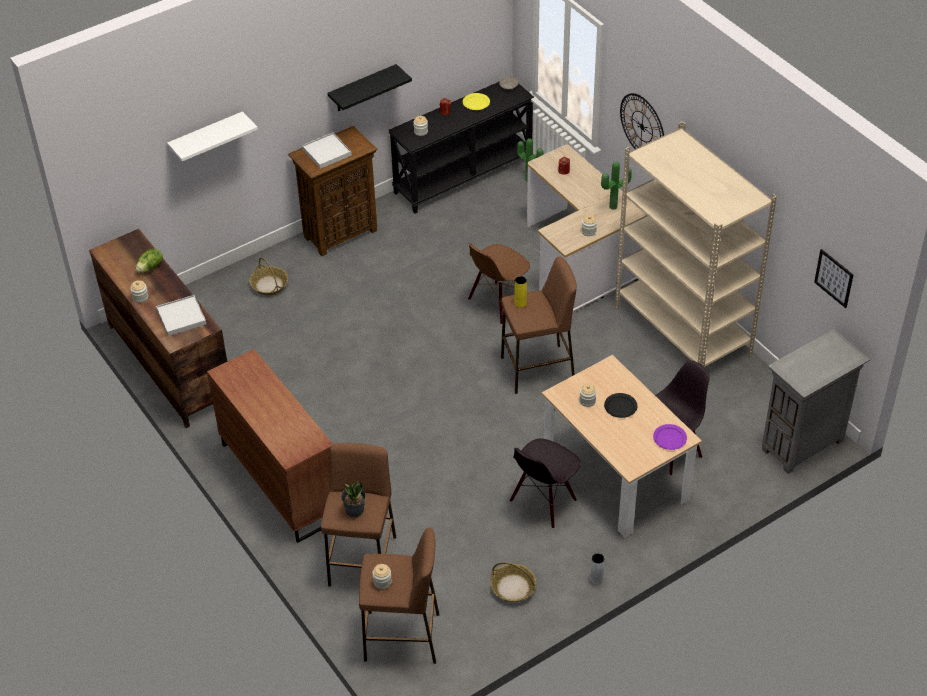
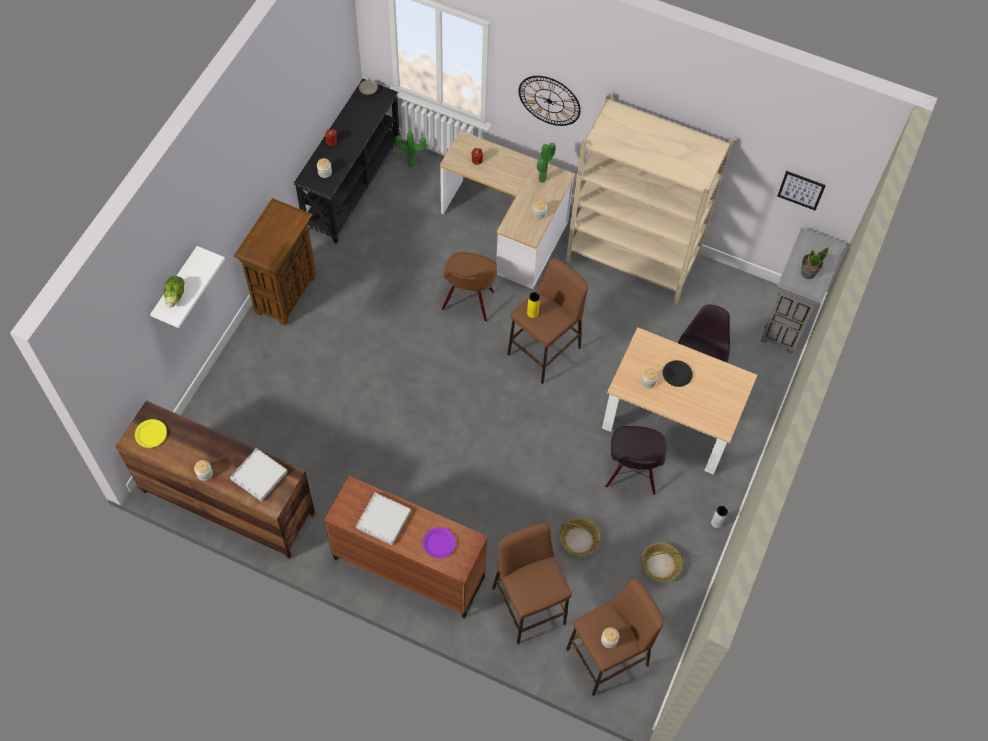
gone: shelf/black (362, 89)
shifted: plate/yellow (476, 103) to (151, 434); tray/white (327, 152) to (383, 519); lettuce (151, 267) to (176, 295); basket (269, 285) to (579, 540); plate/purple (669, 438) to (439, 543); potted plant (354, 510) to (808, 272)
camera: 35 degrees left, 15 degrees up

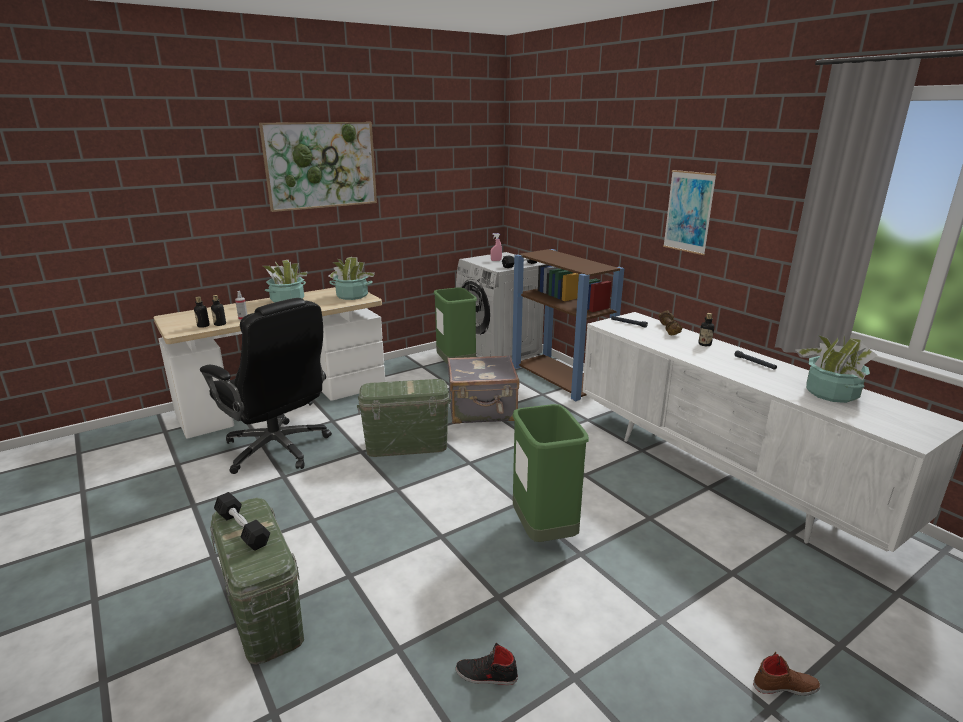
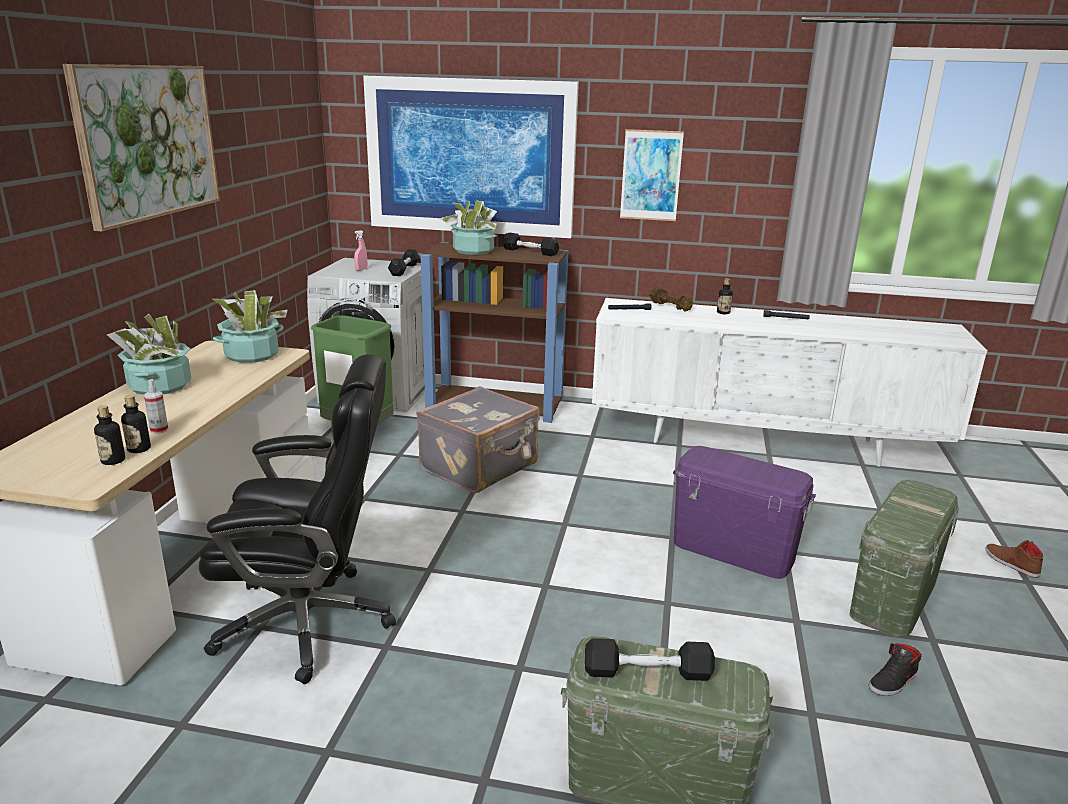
new: picture (470, 157); dumbbell/black (530, 252)
shifted: potted plant (831, 393) to (473, 251); storage box/green (407, 445) to (893, 597)
swapped: trash can/green (543, 532) to storage box/purple (732, 550)
rotated: shoe/brown (785, 686) = (1011, 563) 75 degrees counterclockwise
camera: 45 degrees left, 0 degrees up

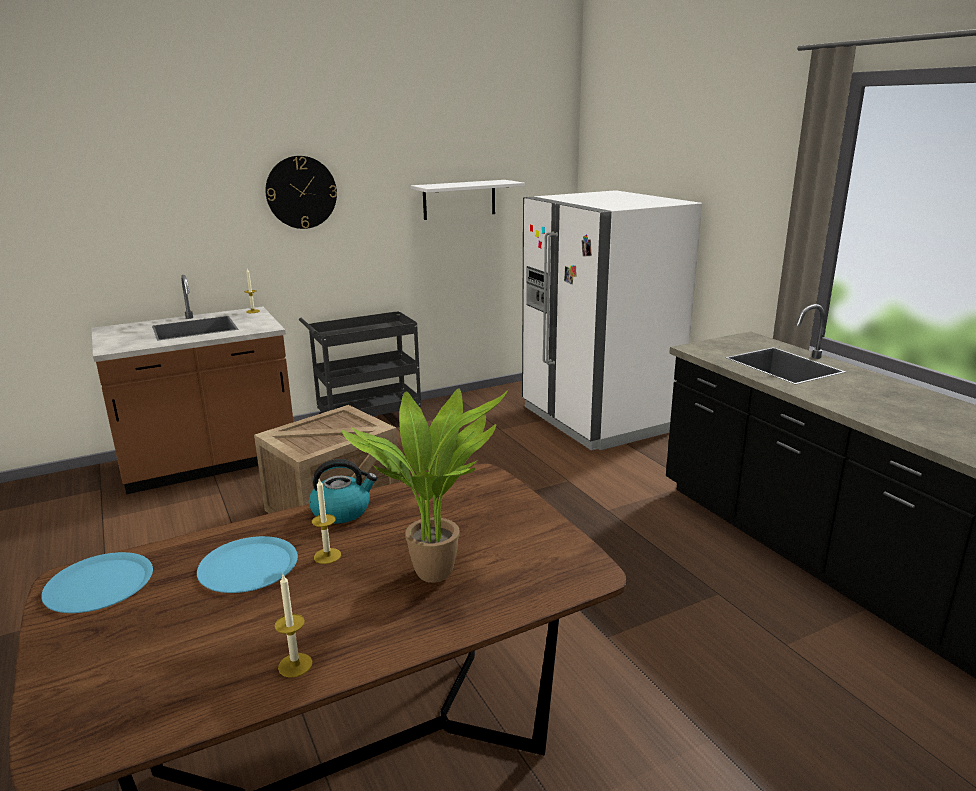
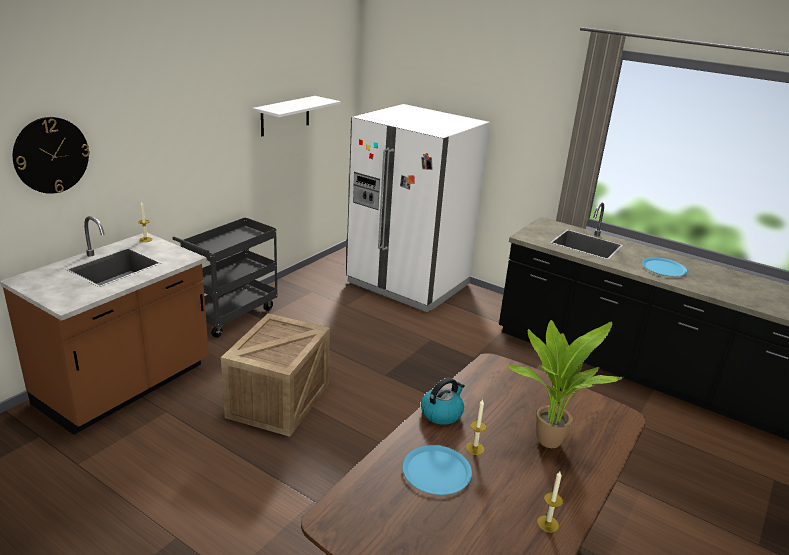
shifted: wall clock (301, 192) to (51, 155); plate/blue (99, 584) to (664, 268)
camera: 30 degrees left, 5 degrees up

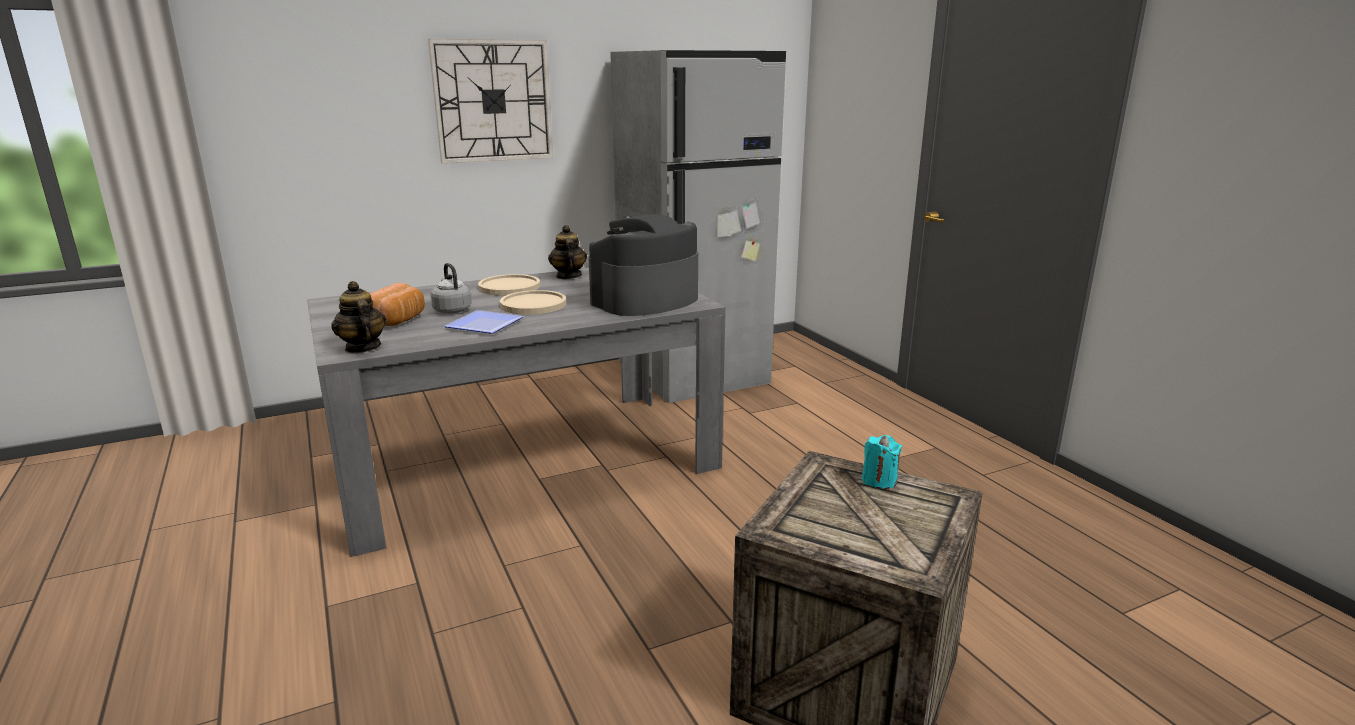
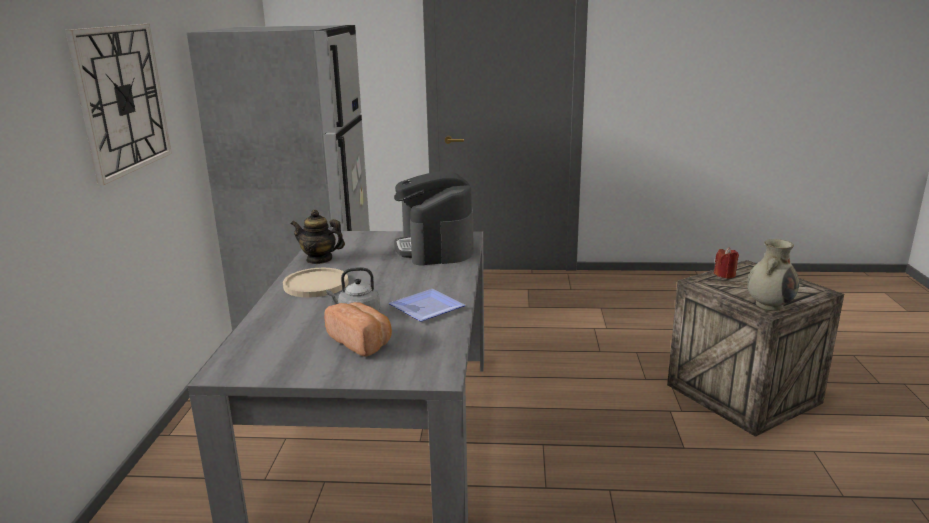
gone: teapot (362, 348); plate/beige (533, 304)
new: vase/beige (769, 305)
repainted: candle/turquoise (879, 480) to candle/red (725, 275)
camera: 60 degrees left, 0 degrees up

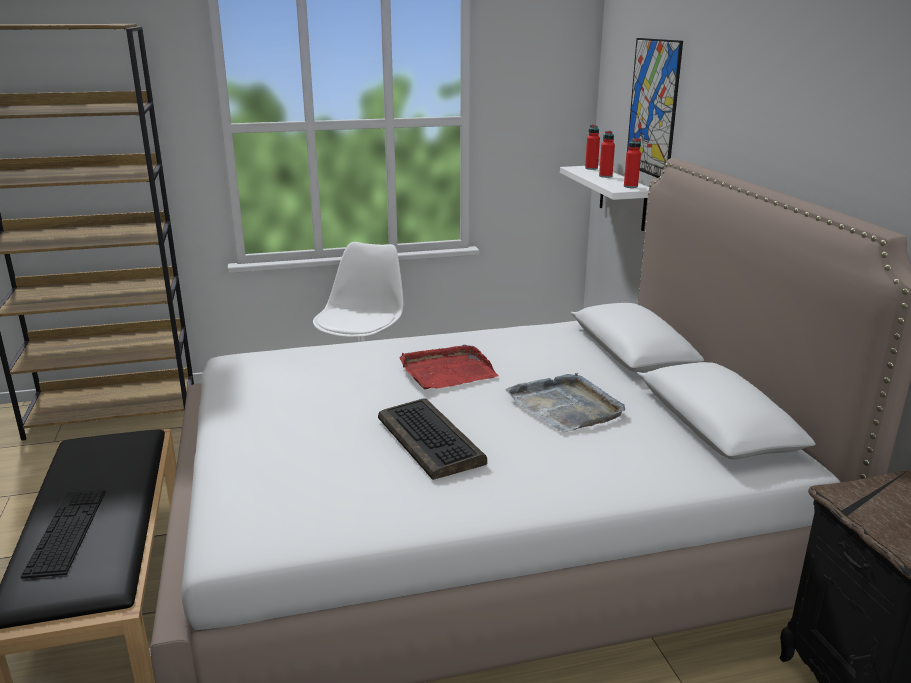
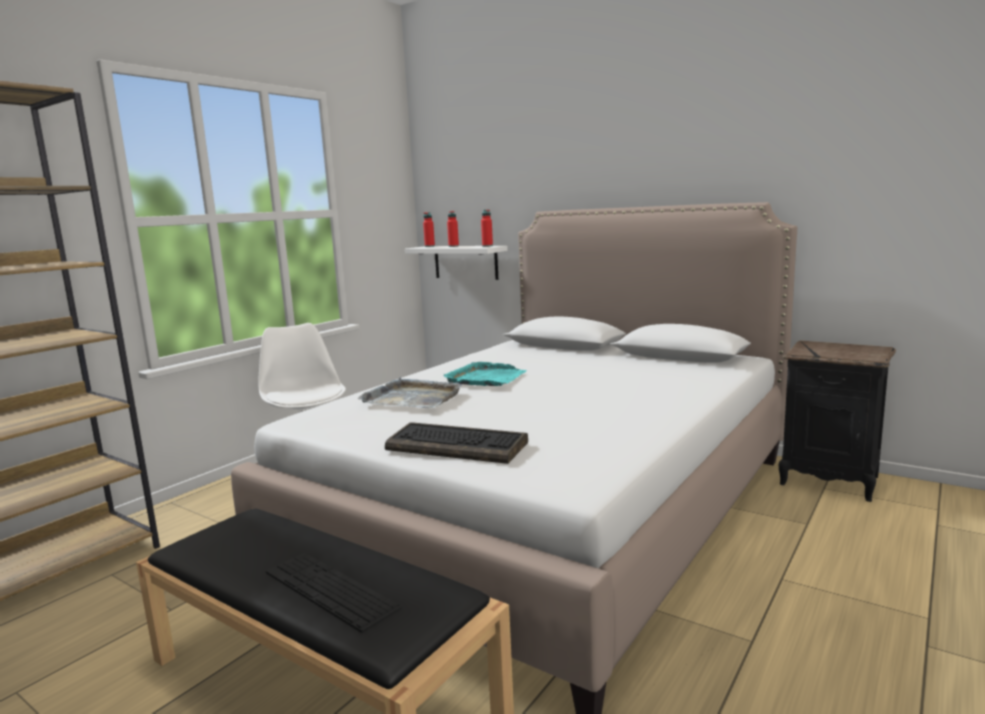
gone: picture (653, 108)
shifted: tray/grey (566, 406) to (412, 398); keyboard (431, 441) to (458, 446)
repainted: tray/red (447, 371) to tray/turquoise (486, 378)
camera: 40 degrees left, 10 degrees down

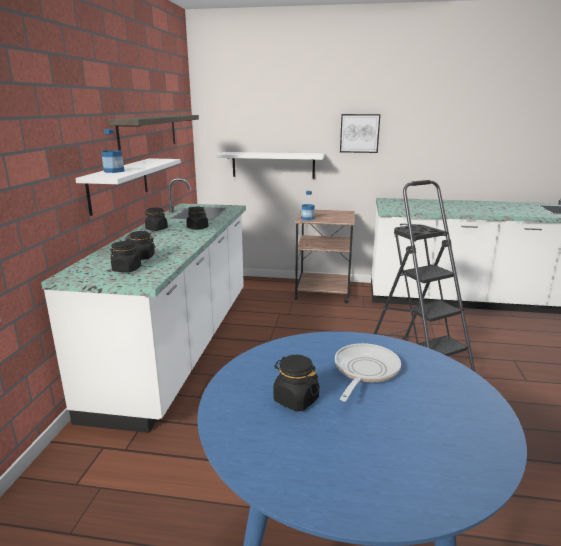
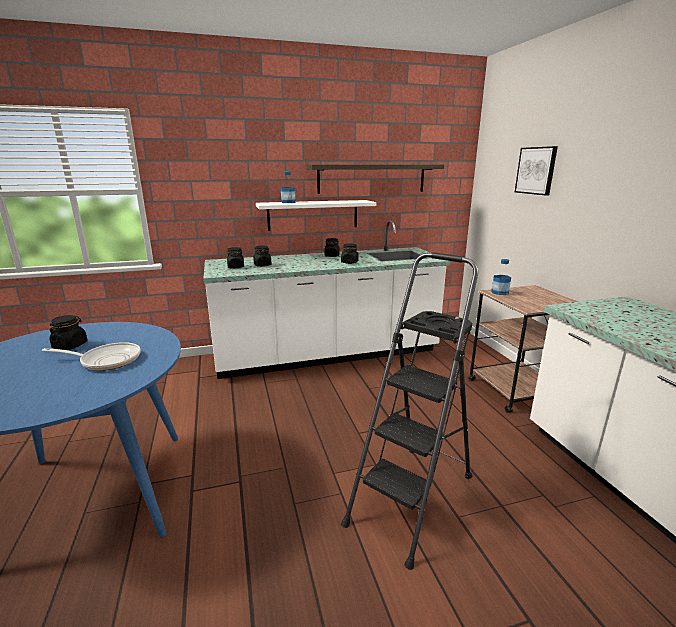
gone: shelf/white (273, 165)
shifted: picture (359, 133) to (536, 170)
camera: 65 degrees right, 0 degrees up

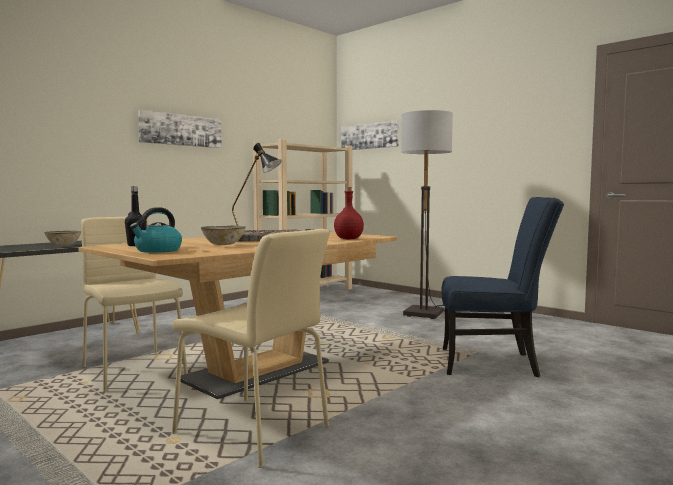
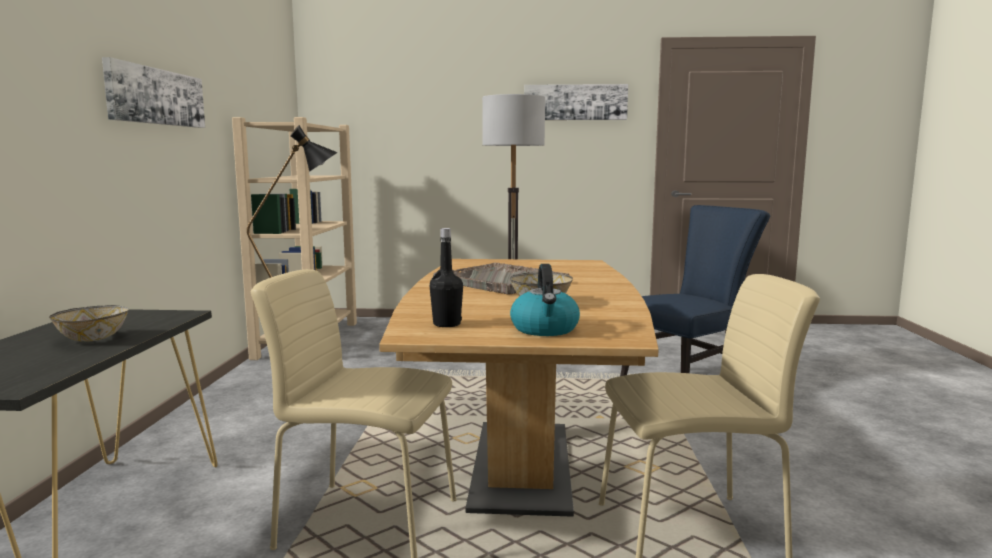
gone: bottle/red (348, 239)
shifted: picture (369, 136) to (575, 102)
camera: 40 degrees left, 5 degrees up

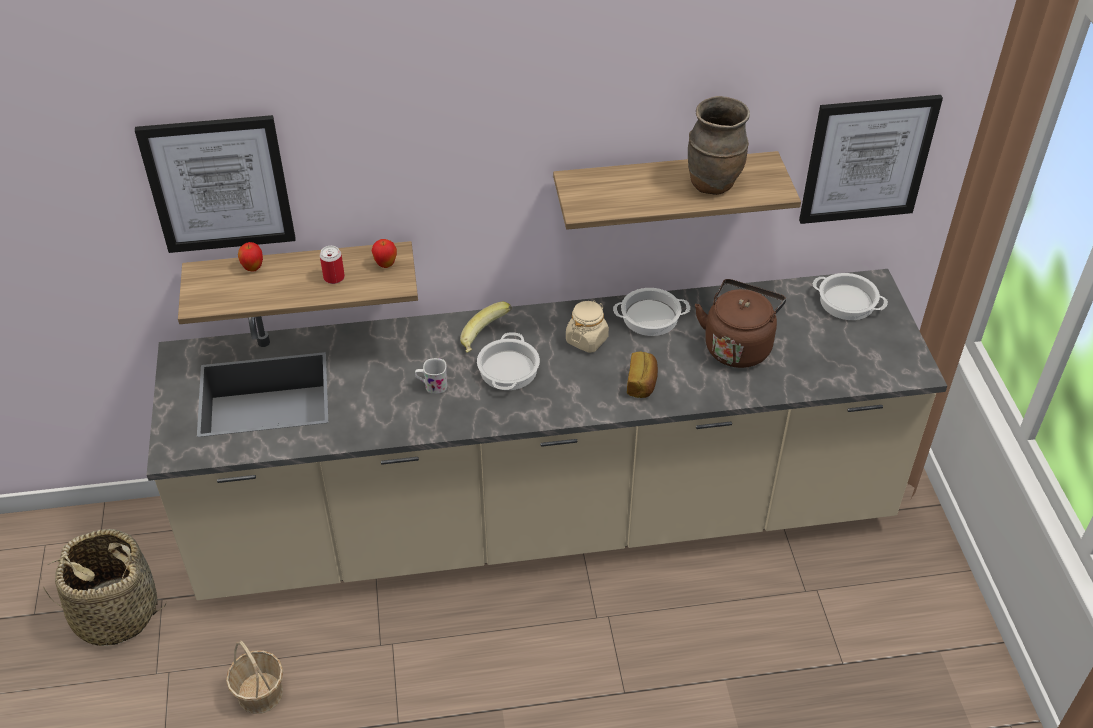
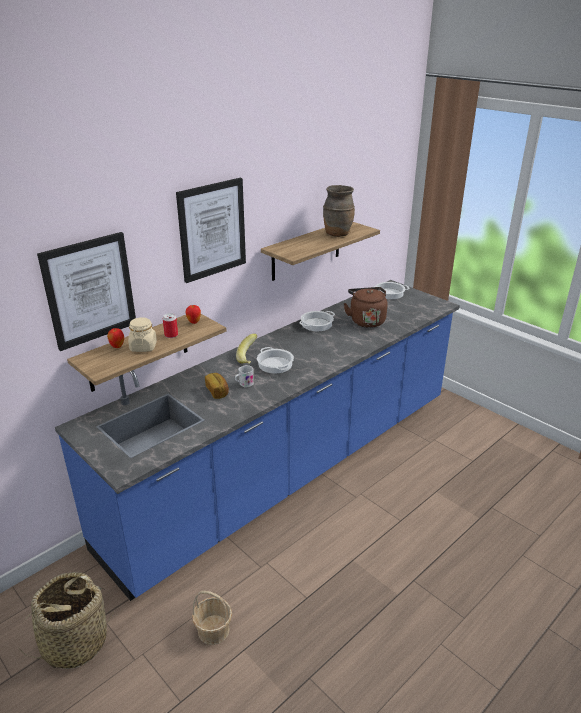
shifted: picture (867, 159) to (212, 229); jar/beige (587, 339) to (143, 347); bread (642, 383) to (218, 391)
repainted: counter/beige (546, 518) to counter/blue (290, 468)
camera: 35 degrees left, 15 degrees down

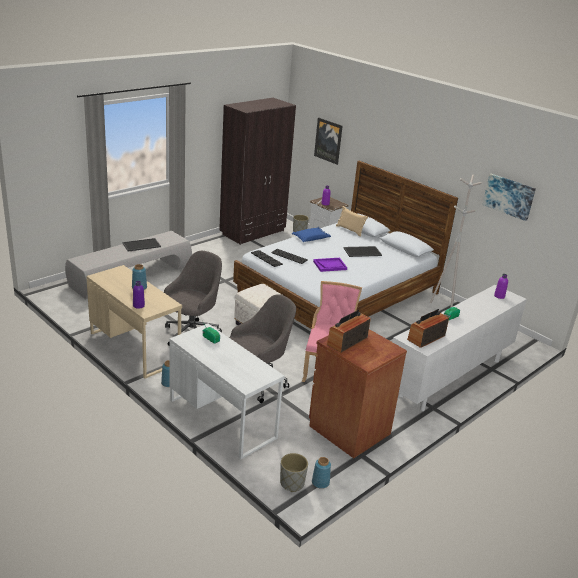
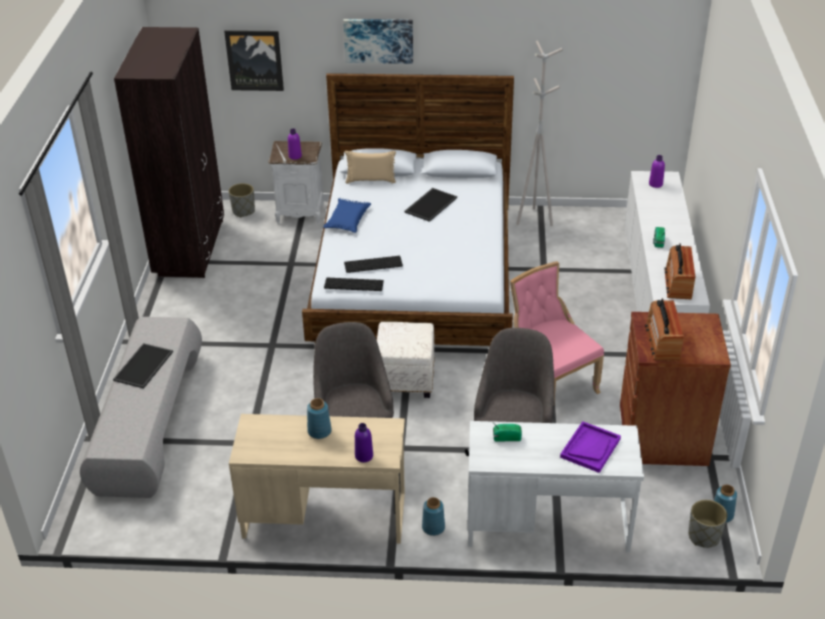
shifted: picture (509, 196) to (378, 40); tray/purple (330, 265) to (590, 448)
camera: 40 degrees left, 10 degrees up

